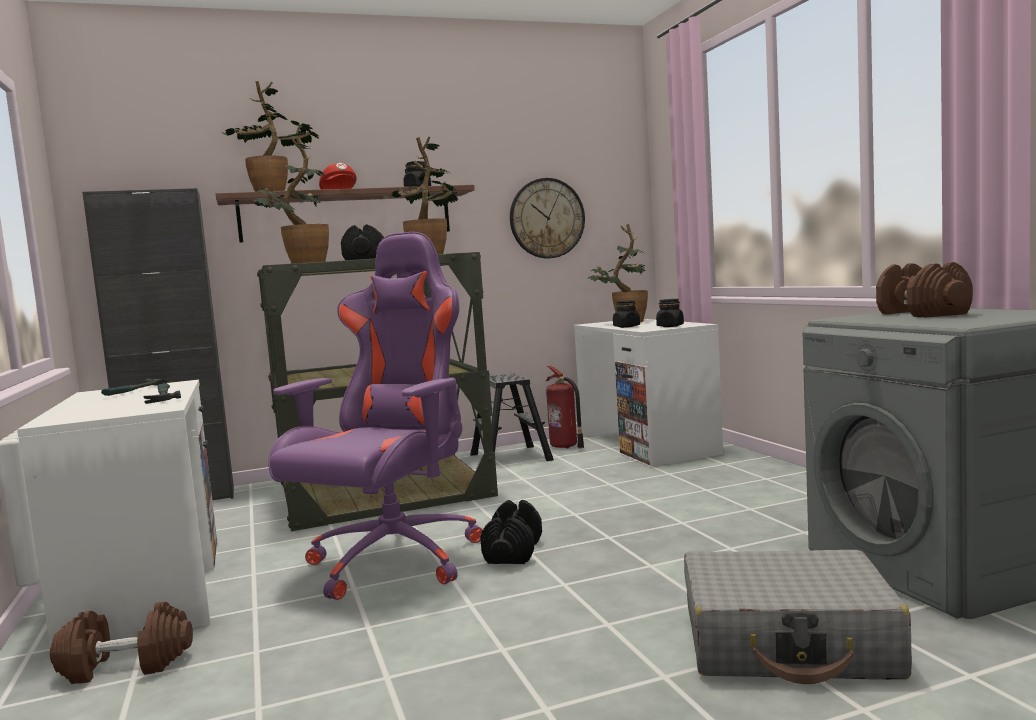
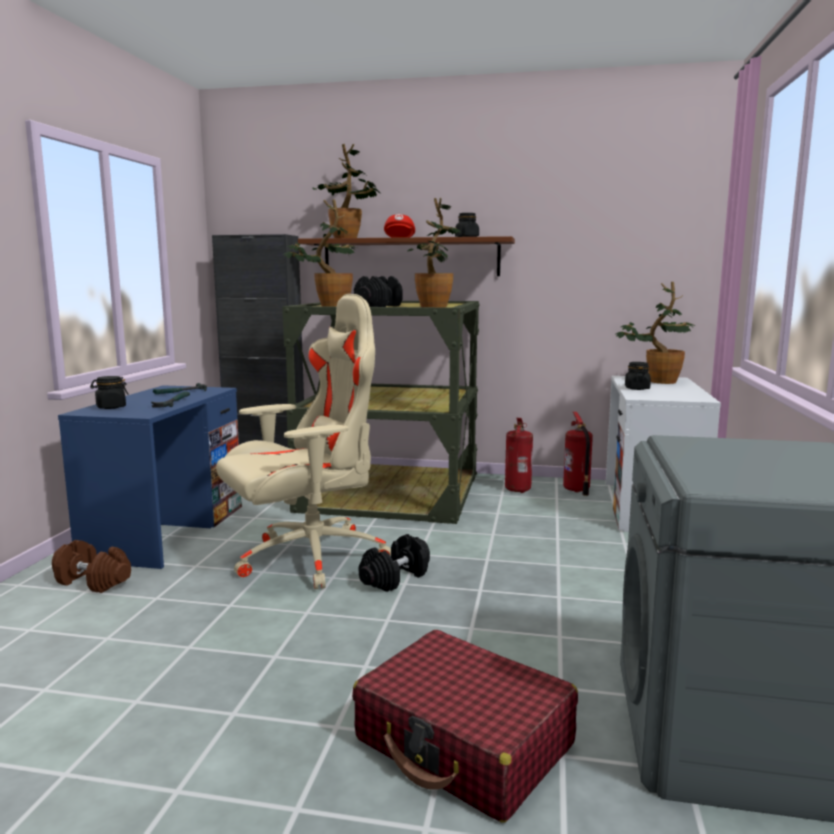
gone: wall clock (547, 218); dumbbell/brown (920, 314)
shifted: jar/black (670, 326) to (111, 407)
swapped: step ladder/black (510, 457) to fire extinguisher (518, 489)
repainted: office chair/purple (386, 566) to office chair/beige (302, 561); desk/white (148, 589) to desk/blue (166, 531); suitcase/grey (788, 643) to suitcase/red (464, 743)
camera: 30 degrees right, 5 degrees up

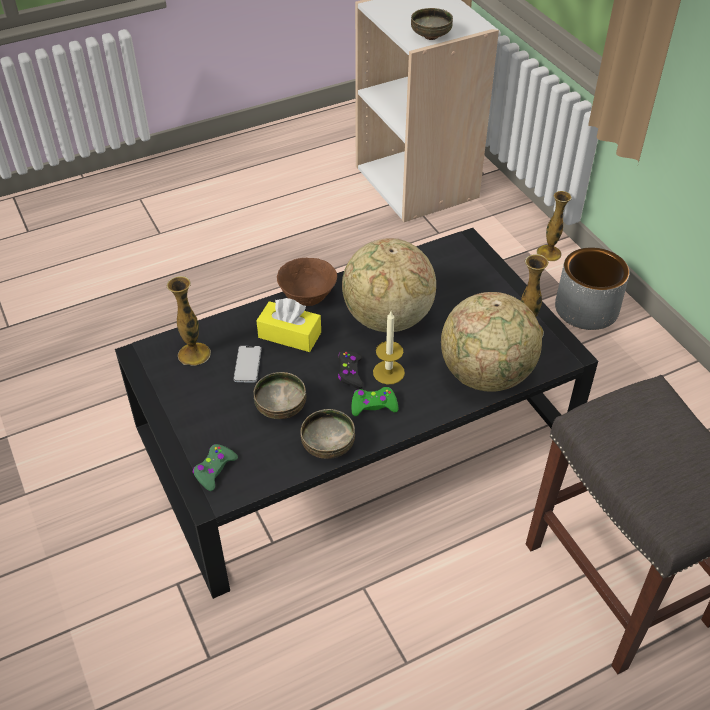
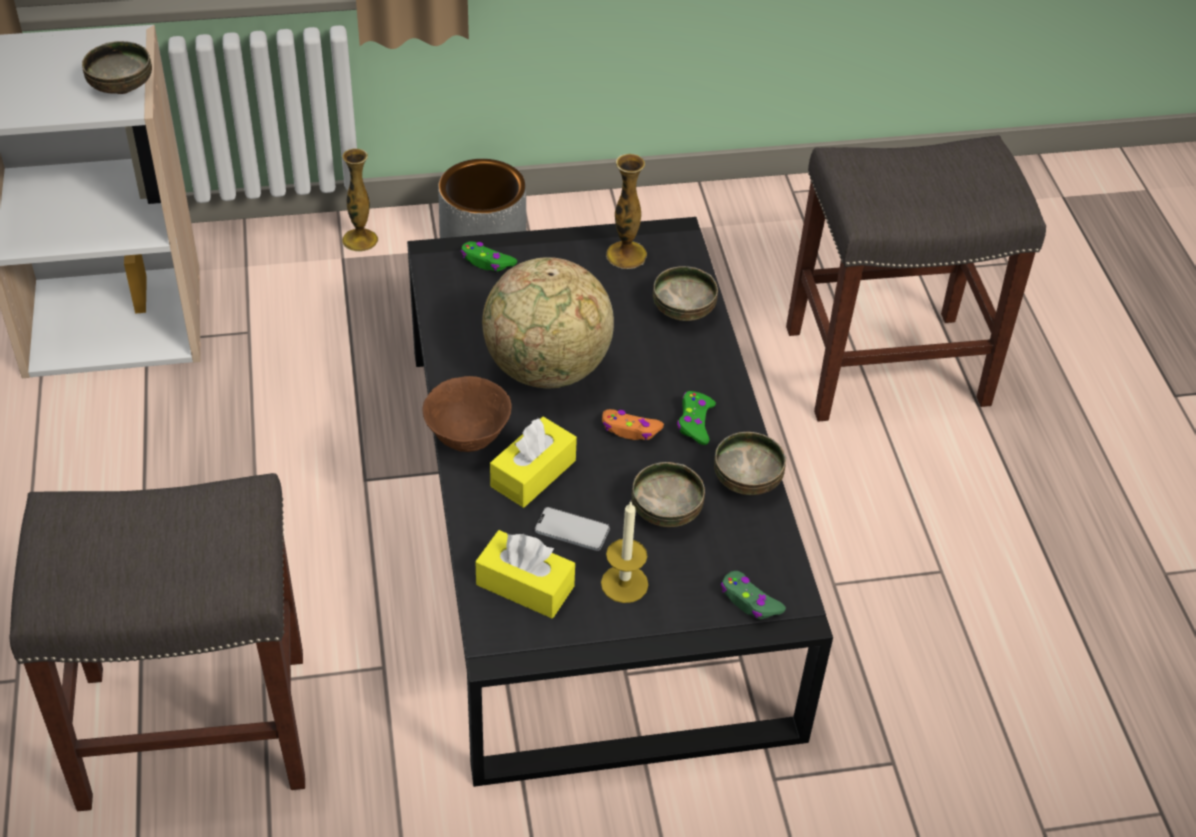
new: game controller/green (487, 262); stool/grey (198, 726)
shifted: candle (388, 372) to (624, 584)
swapped: vase (194, 354) to tissue box/yellow (525, 585); globe (486, 375) to bowl (684, 310)
repainted: game controller/black (350, 373) to game controller/orange (630, 430)
camera: 75 degrees left, 0 degrees up

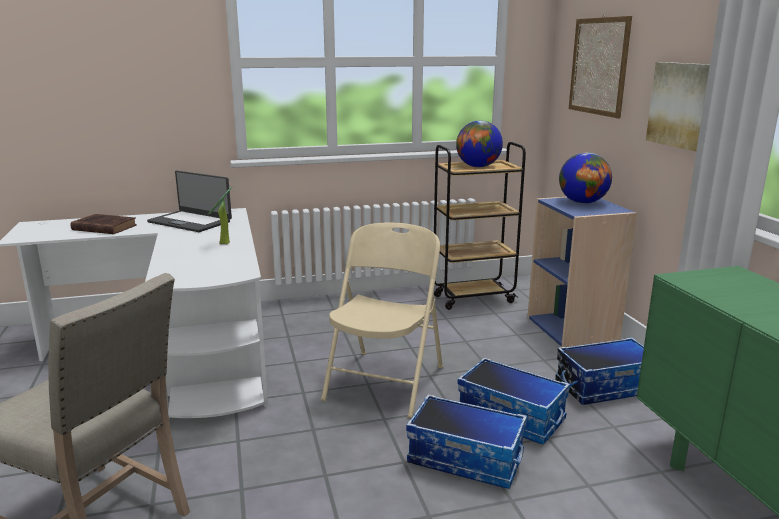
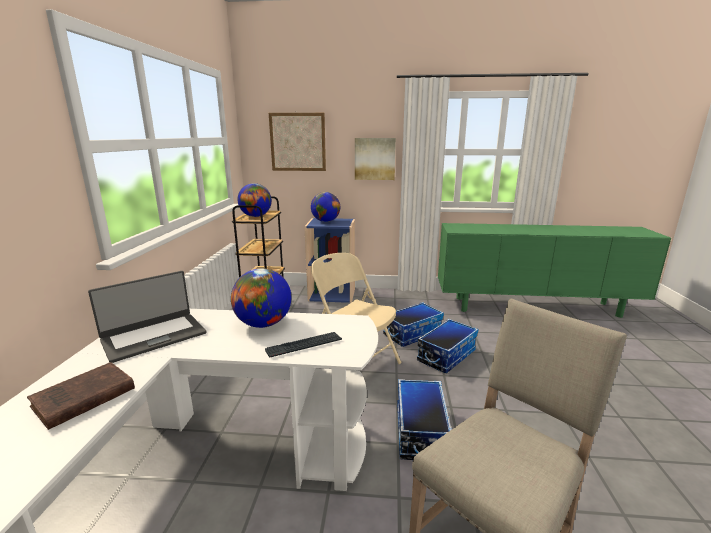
new: keyboard (304, 345)
shifted: storage box (605, 387) to (419, 431)
swapped: potted plant (223, 244) to globe (263, 324)
camera: 70 degrees left, 0 degrees up

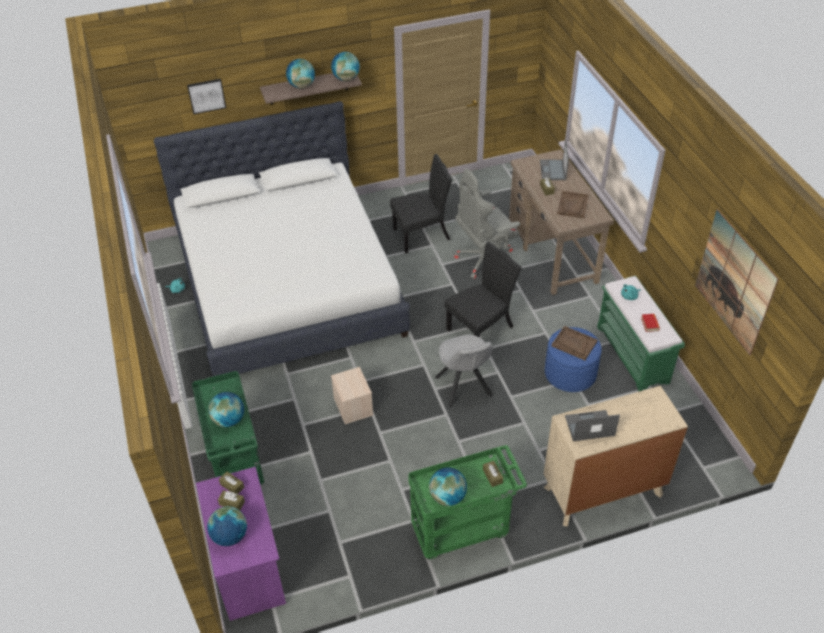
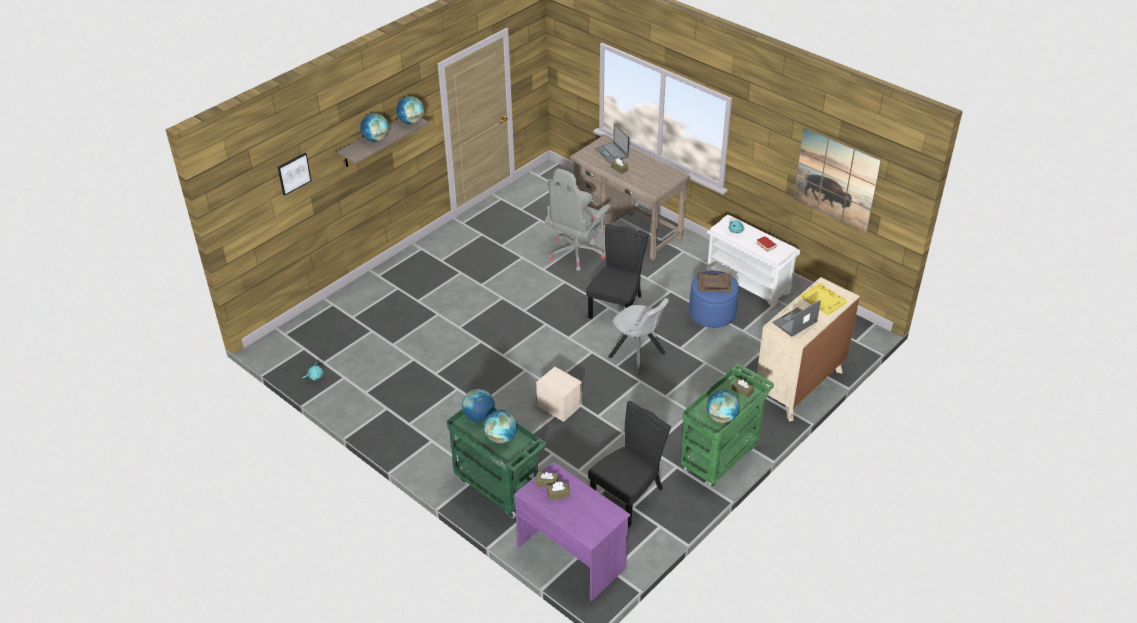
gone: bed/white (288, 284); tray/brown (572, 205)
new: tray/yellow (823, 300)
shifted: chair/black (421, 235) to (627, 497); globe (230, 536) to (479, 416)
repainted: bench/green (633, 355) to bench/white (749, 282)
camera: 30 degrees left, 5 degrees down

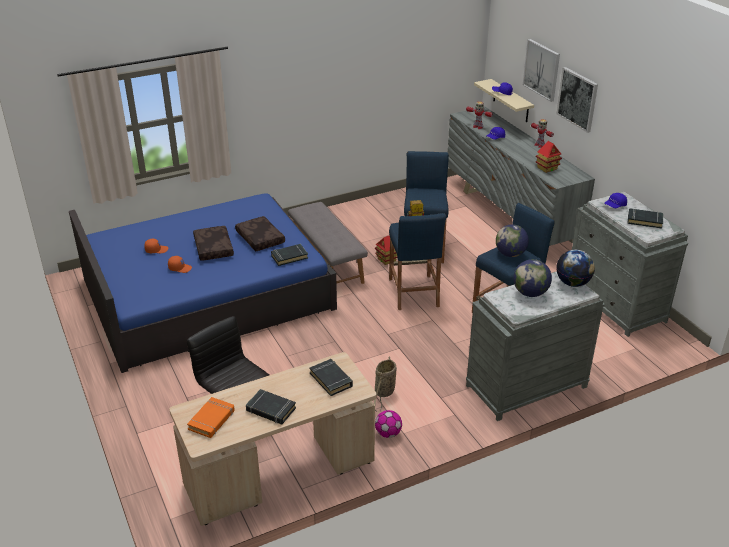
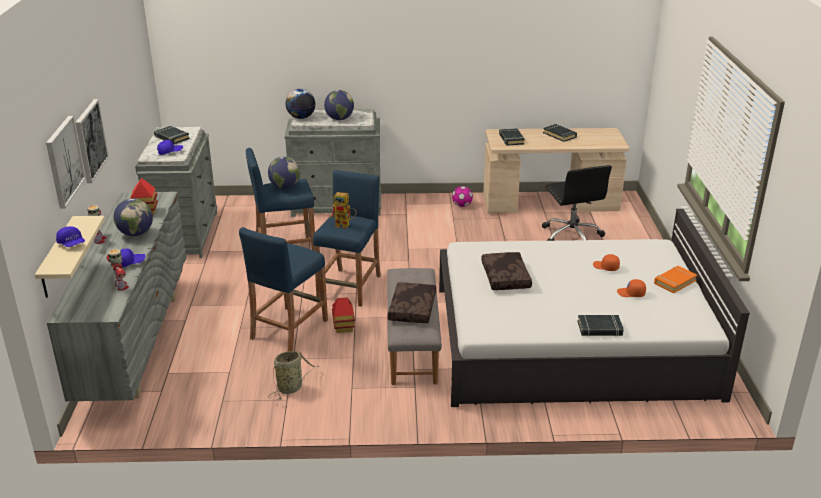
new: globe (136, 233)
shifted: pillow/brown (213, 248) to (413, 309); book/black (289, 257) to (599, 329); basket (384, 393) to (291, 387); book/orange (212, 420) to (674, 282)
repainted: bed/blue (206, 294) to bed/white (572, 342)
camera: 155 degrees left, 5 degrees down

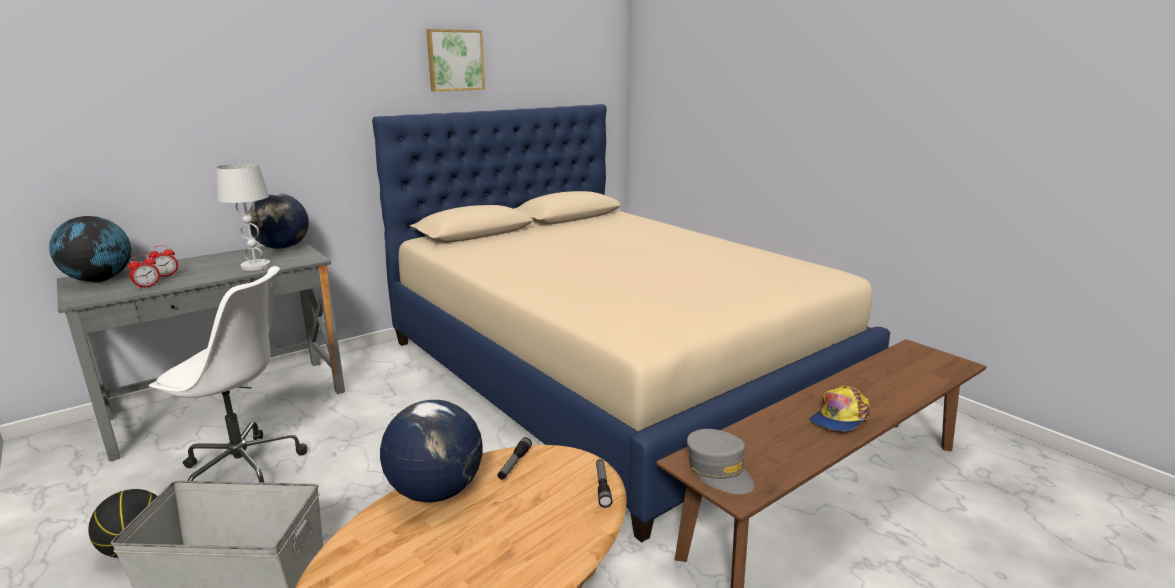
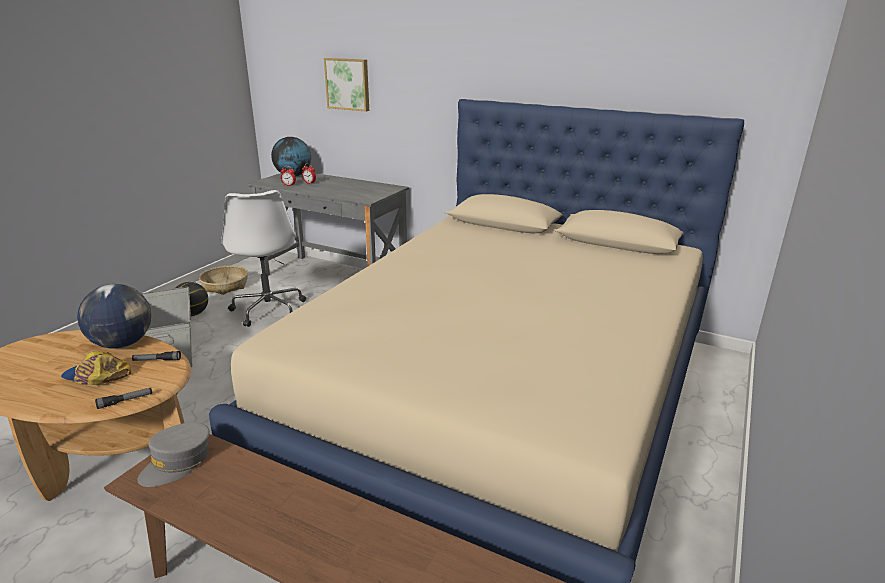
gone: table lamp/white (256, 266); globe (282, 248)
new: basket (225, 286)
shifted: picture (455, 60) to (348, 84); cap (839, 418) to (96, 376)
camera: 65 degrees right, 5 degrees up

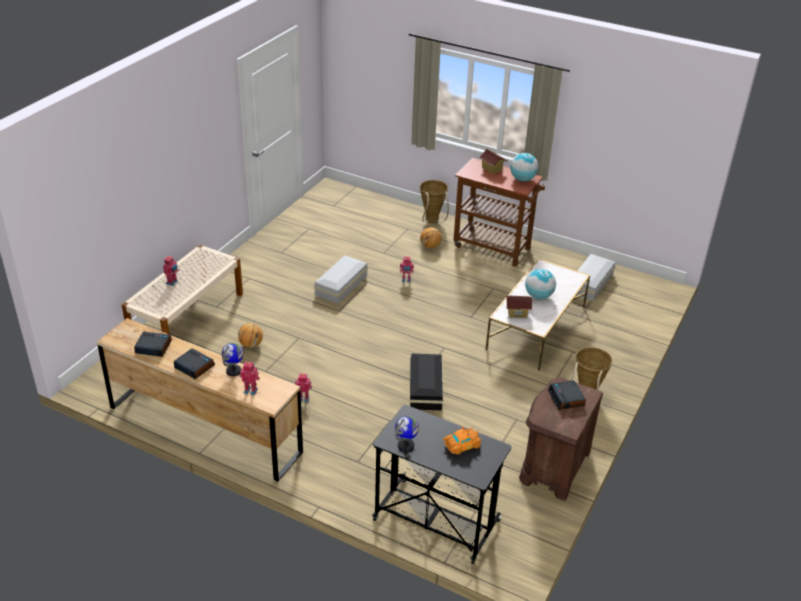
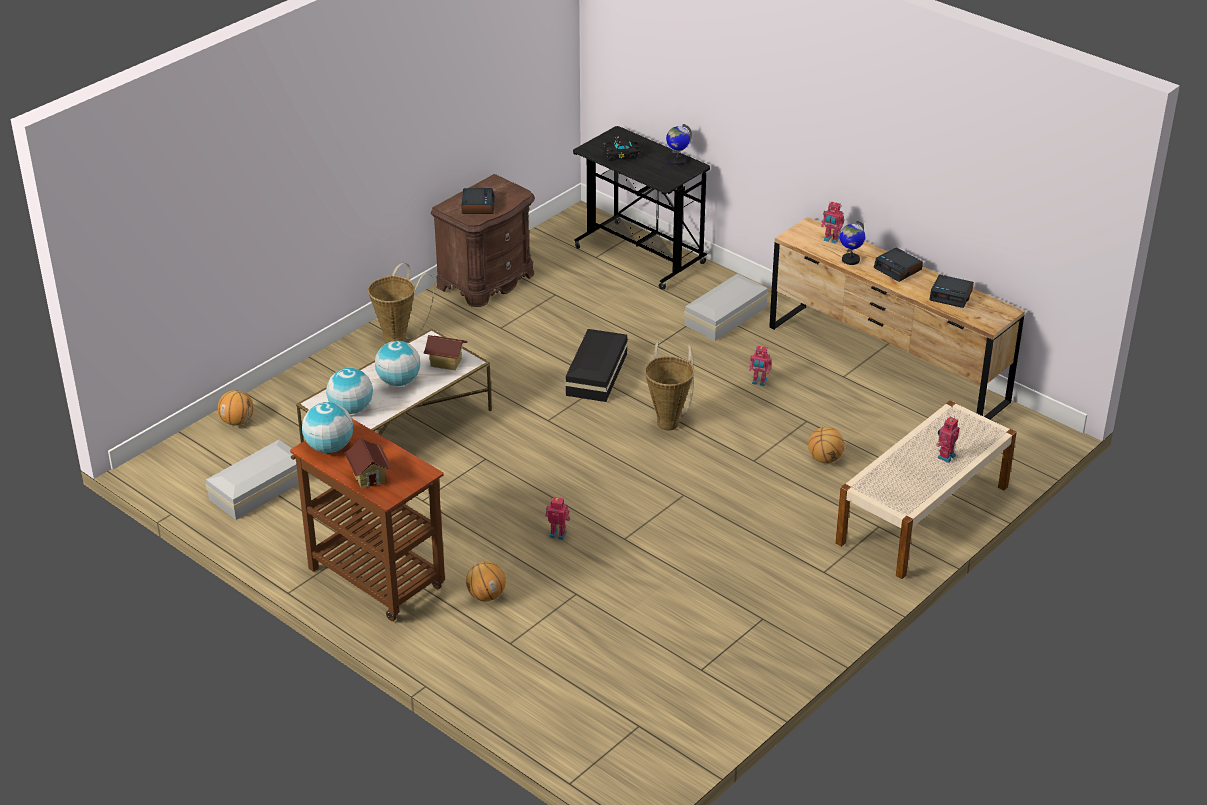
new: globe (351, 409); basketball (237, 421)
shifted: basket (432, 222) to (669, 420); storage box/white (340, 285) to (727, 316)
repainted: toy car/orange (461, 445) to toy car/black (622, 155)
camera: 165 degrees left, 0 degrees up

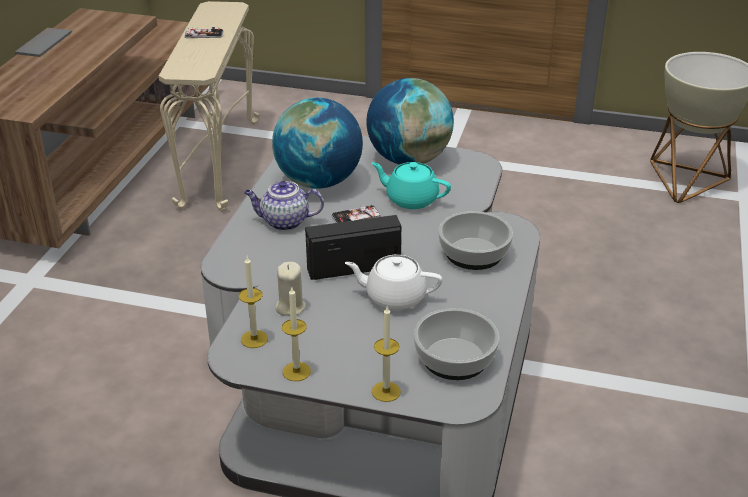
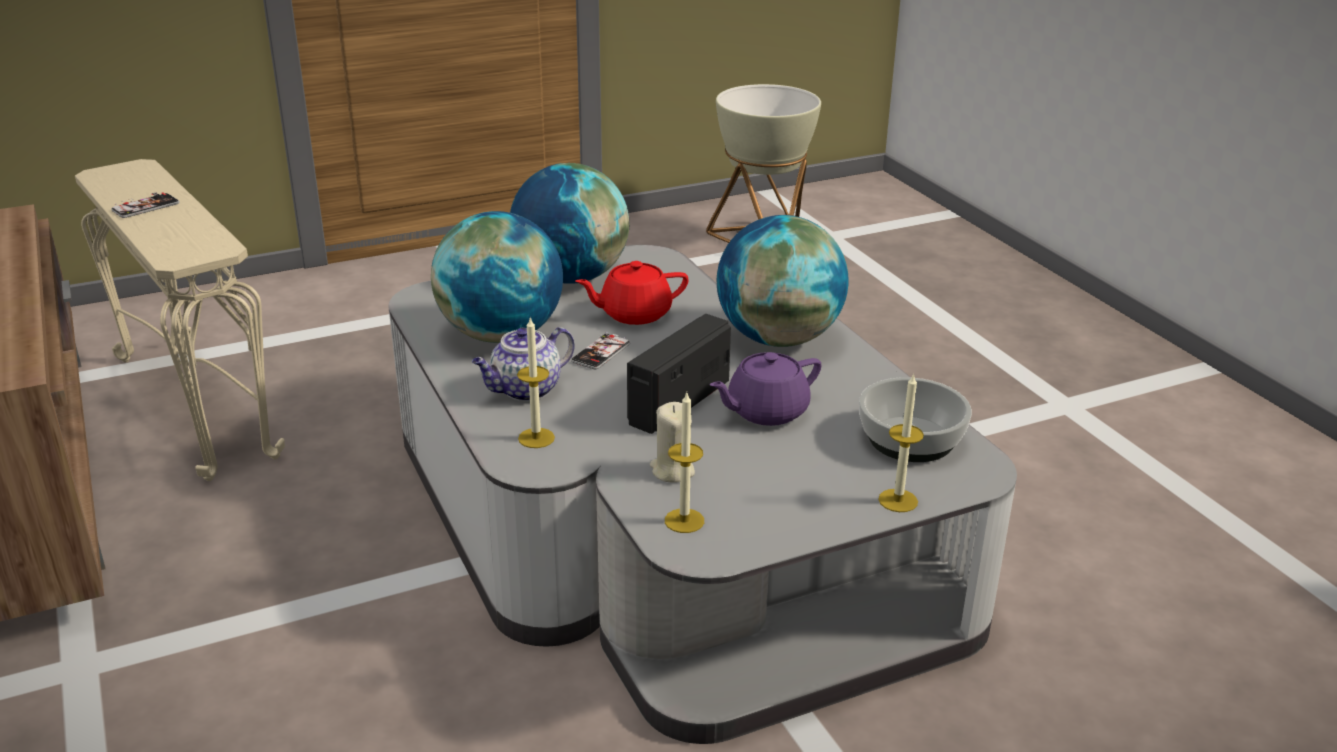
shifted: candle (296, 371) to (536, 438)
swapped: bowl (475, 253) to globe (779, 338)
repainted: teapot/turquoise (411, 199) to teapot/red (634, 314); teapot/white (394, 297) to teapot/purple (765, 411)
camera: 40 degrees left, 5 degrees down

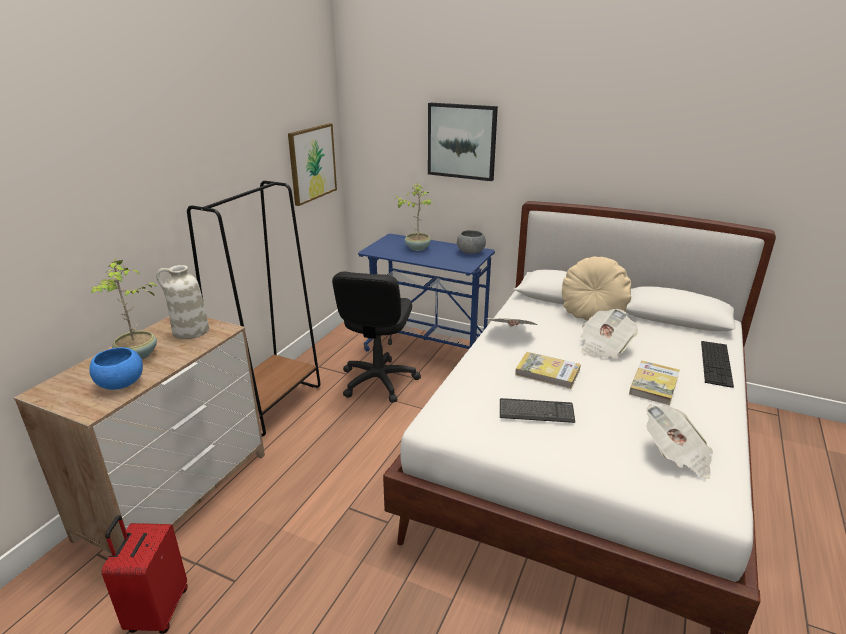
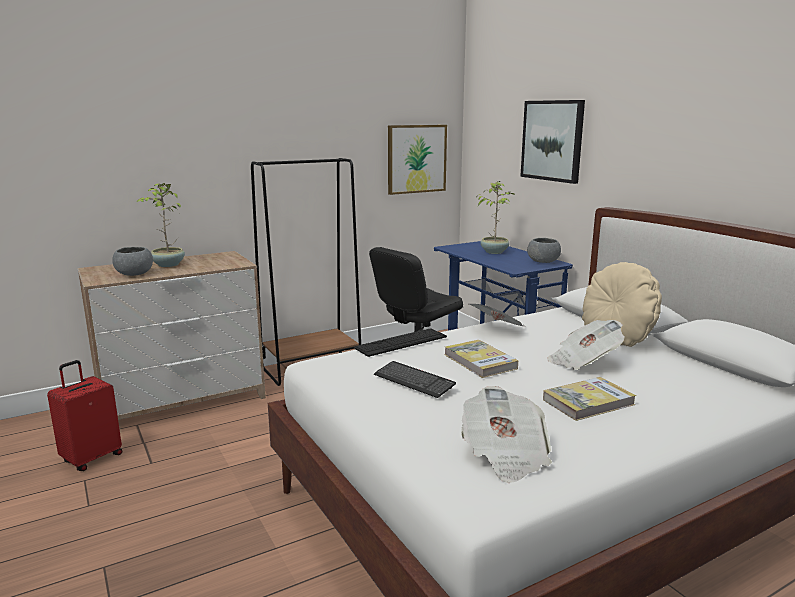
gone: vase/white (190, 331)
shifted: keyboard (716, 363) to (401, 342)
repainted: bowl/blue (120, 383) to bowl/grey (134, 274)
camera: 35 degrees right, 10 degrees down

